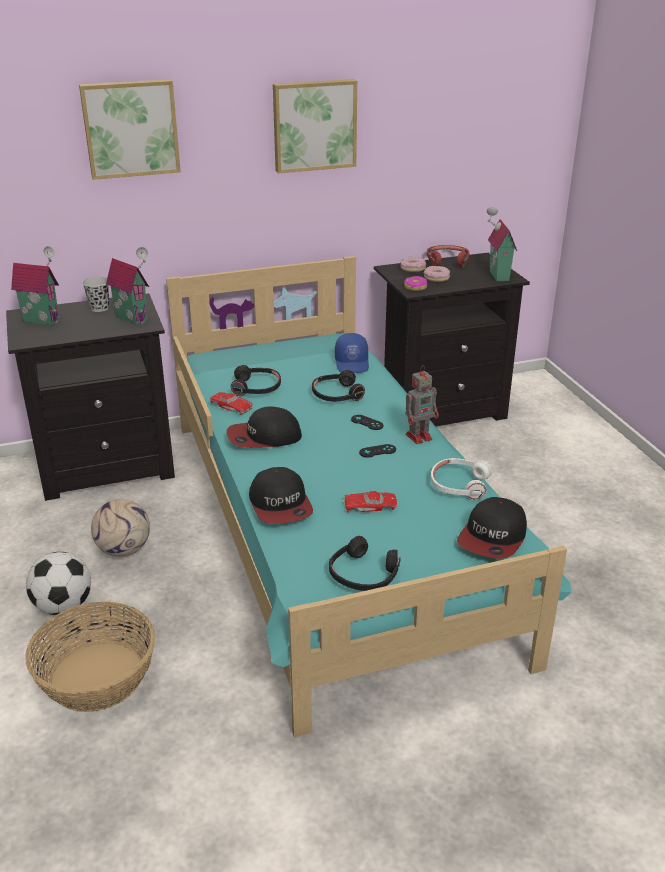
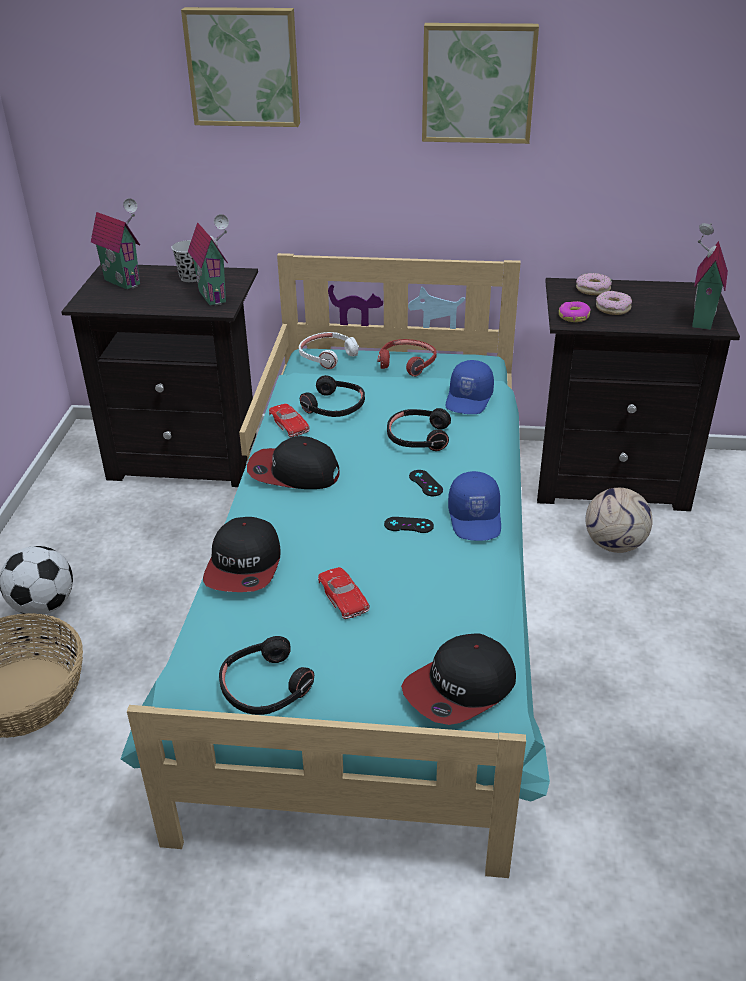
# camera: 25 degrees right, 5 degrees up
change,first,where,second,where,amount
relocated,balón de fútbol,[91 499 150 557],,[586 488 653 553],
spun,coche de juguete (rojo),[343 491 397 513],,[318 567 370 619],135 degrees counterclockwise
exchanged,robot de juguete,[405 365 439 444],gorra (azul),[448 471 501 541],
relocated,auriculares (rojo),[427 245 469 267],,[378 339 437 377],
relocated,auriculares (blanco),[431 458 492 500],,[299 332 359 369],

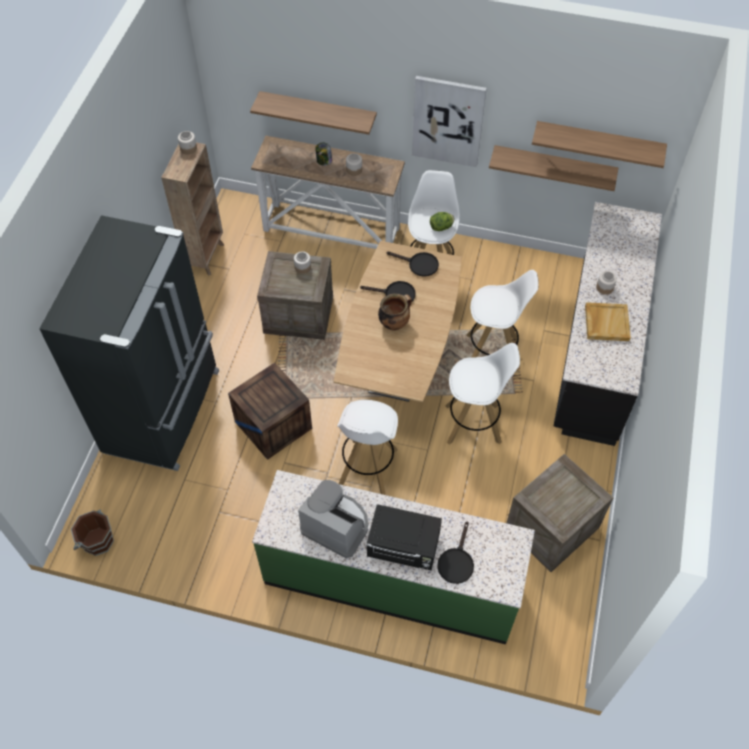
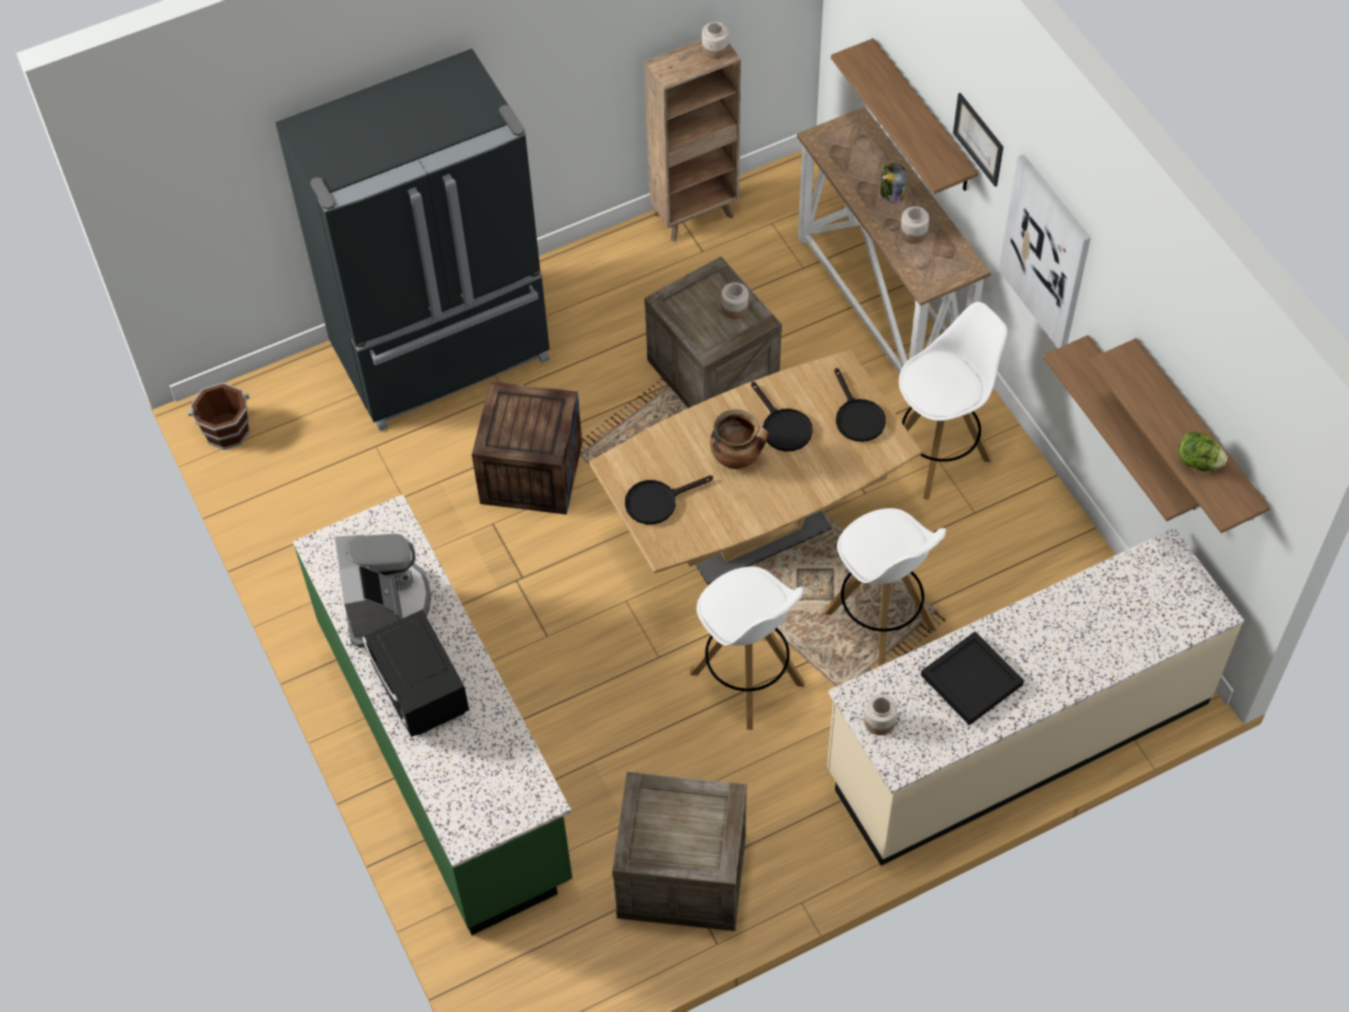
# camera: 50 degrees right, 0 degrees up
change,first,where,second,where,amount
missing,taburete (blanco),[337 400 398 495],,,
relocated,lechuga,[430 212 454 231],,[1178 432 1228 472],
relocated,sartén (negro),[437 521 474 584],,[625 475 713 524],
colour,mueble bajo de cocina (negro),[554 202 662 446],mueble bajo de cocina (beis),[827 528 1244 866],
colour,bandeja (beis),[585 302 631 341],bandeja (negro),[921 632 1024 725],
relocated,tarro,[596 271 617 295],,[864 694 897 735],
appeared,,,cuadro,[953 93 1003 187],

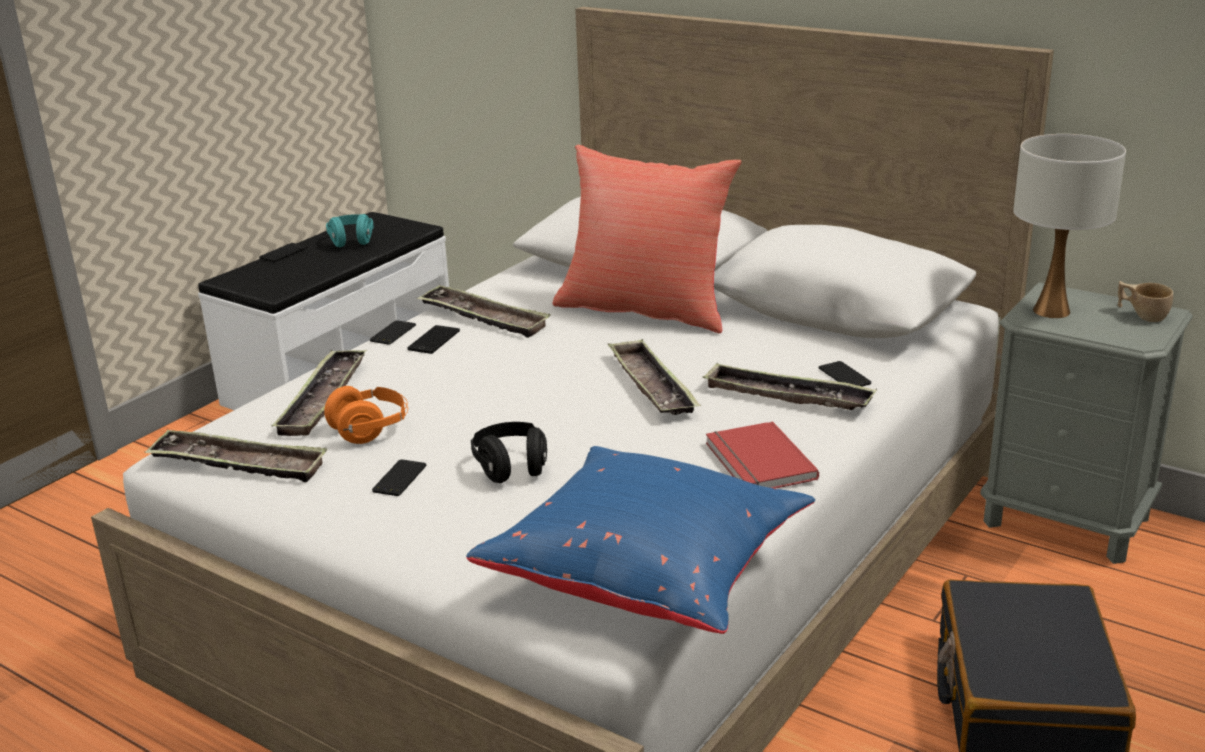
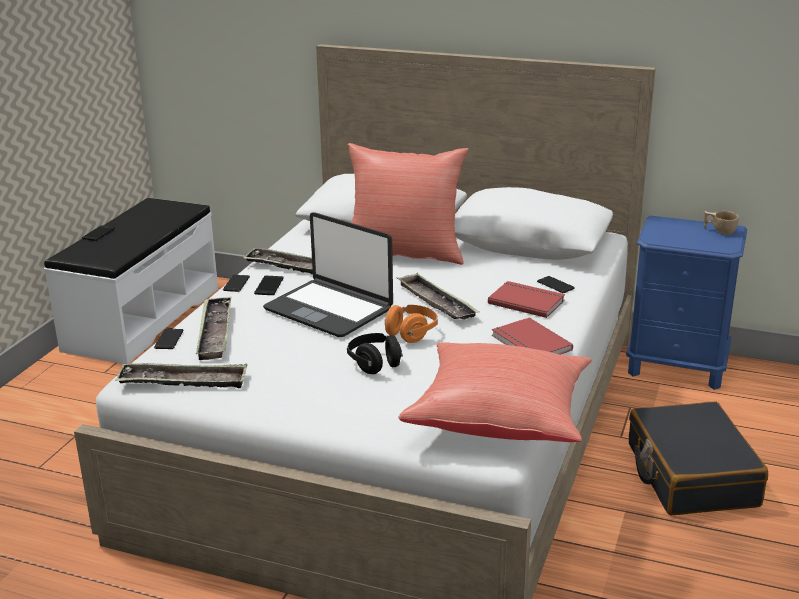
# camera: 15 degrees left, 0 degrees up
change,first,where,second,where,amount
relocated,auriculares (naranja),[324 386 408 444],,[385 305 438 343],
missing,auriculares (turquesa),[326 214 374 247],,,
relocated,móvil,[372 460 427 496],,[154 329 183 349],
colour,cojín (azul),[466 446 815 634],cojín (rojo),[398 342 592 442],
exchanged,bandeja,[702 363 877 410],libro (rojo),[488 281 565 318],
colour,mesita de noche (gris),[980 282 1193 564],mesita de noche (azul),[626 216 747 390],
missing,lámpara de mesa (blanco),[1013 134 1126 318],,,
appeared,,,portátil,[263 212 393 337],

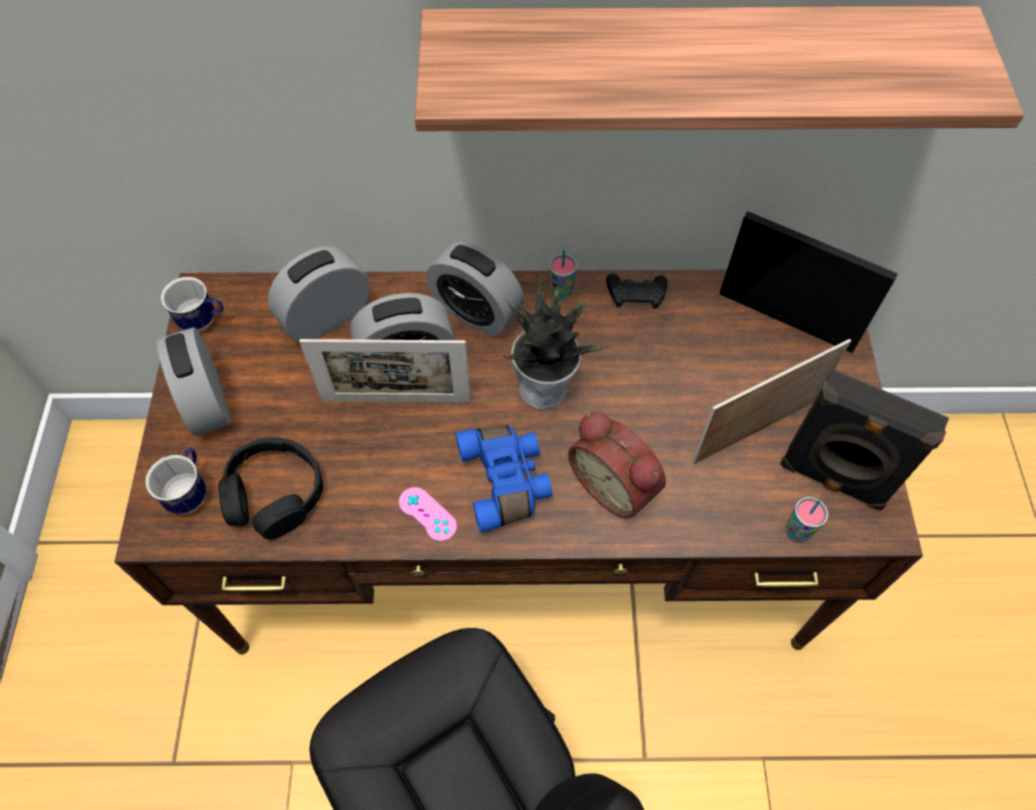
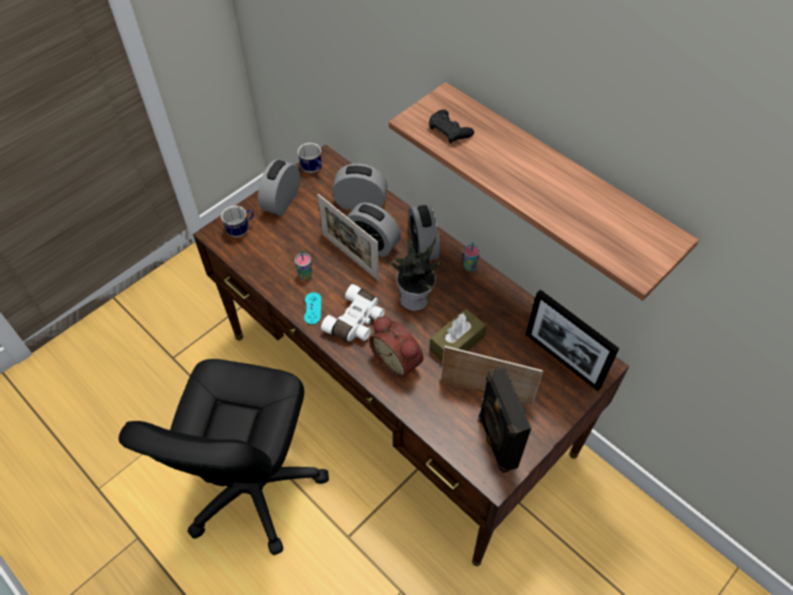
# camera: 45 degrees right, 5 degrees down
change,first,where,second,where,amount
missing,auriculares (negro),[218 437 323 540],,,
colour,mando de consola (rosa),[399 487 457 541],mando de consola (turquesa),[304 292 322 324],
colour,prismáticos (azul),[456 425 552 532],prismáticos (blanco),[321 284 385 341],
spun,despertador,[568 412 666 519],,[369 316 423 378],45 degrees counterclockwise
relocated,mando de consola (negro),[606 273 667 309],,[429 109 474 143],
spun,portarretratos,[720 211 898 353],,[526 290 619 391],150 degrees clockwise
relocated,taza,[786 497 828 542],,[295 250 312 280],
appeared,,,caja de pañuelos (marrón),[430 309 486 362],

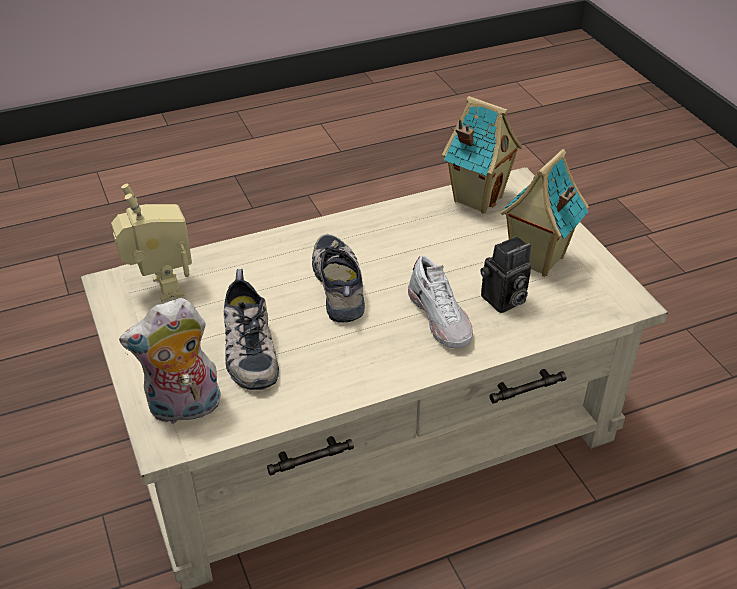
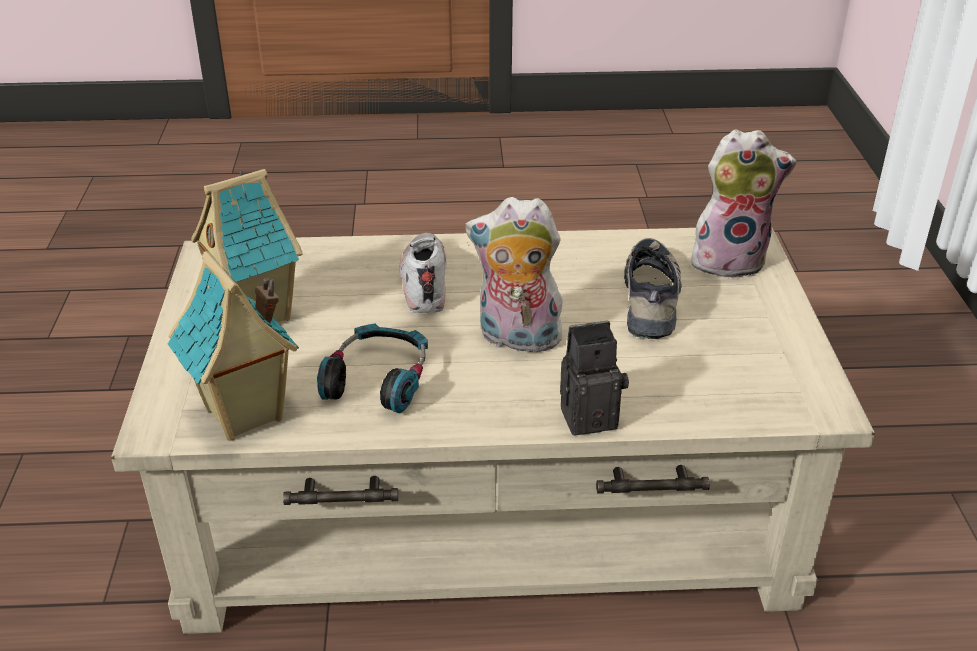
# camera: 160 degrees left, 5 degrees down
change,first,where,second,where,amount
missing,robot de juguete,[111 184 192 302],,,
exchanged,zapato,[312 234 365 323],peluche,[465 197 566 353],
relocated,cámara,[480 236 531 313],,[560 321 629 436],
appeared,,,auriculares,[317 323 428 413],

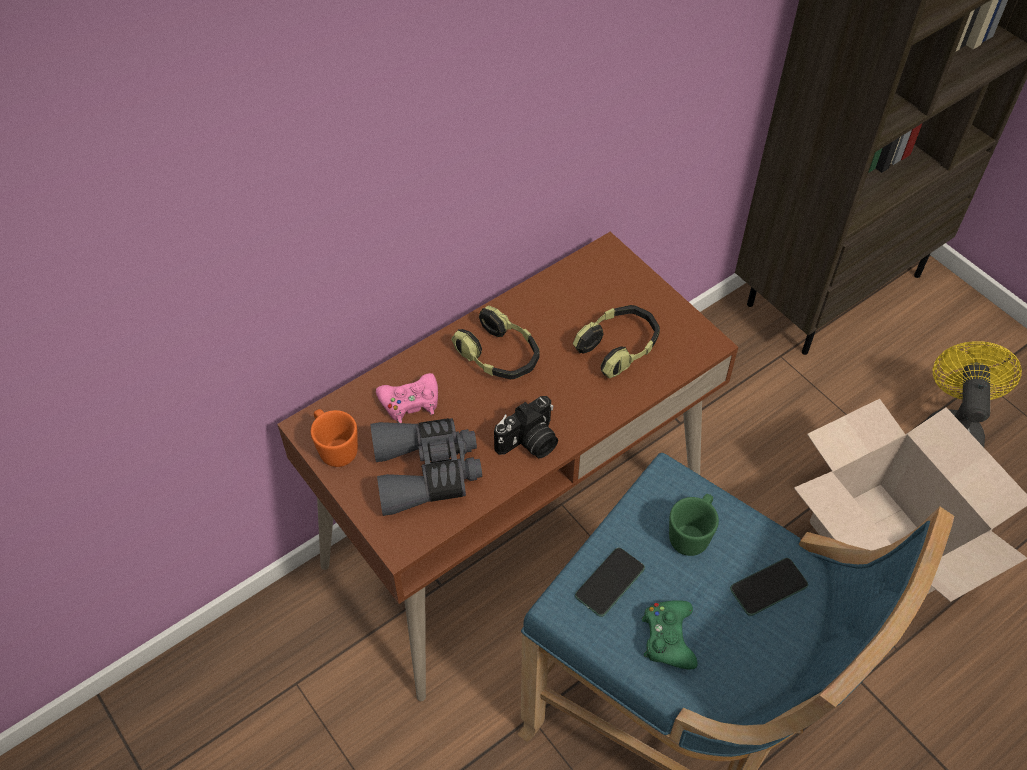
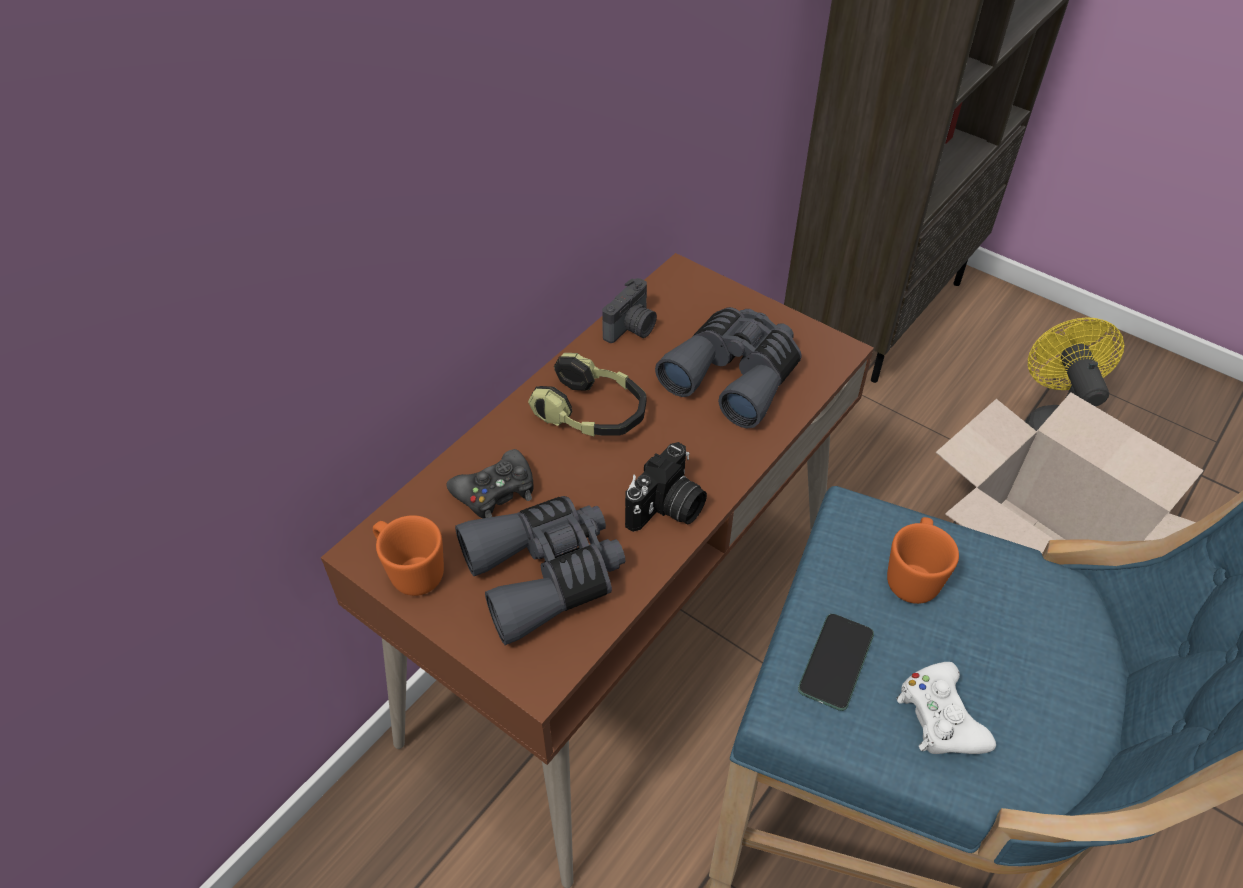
# camera: 15 degrees left, 5 degrees down
change,first,where,second,where,amount
colour,mando de consola (rosa),[376 373 438 423],mando de consola (negro),[446 449 534 518],
exchanged,auriculares,[573 305 660 378],prismáticos (gris),[655 307 802 429],
colour,mando de consola (verde),[642 600 697 669],mando de consola (blanco),[897 662 996 754],
colour,taza grande (verde),[669 494 719 556],taza grande (naranja),[887 517 959 604],
missing,móvil,[730 558 808 616],,,
appeared,,,cámara,[602 278 657 343],

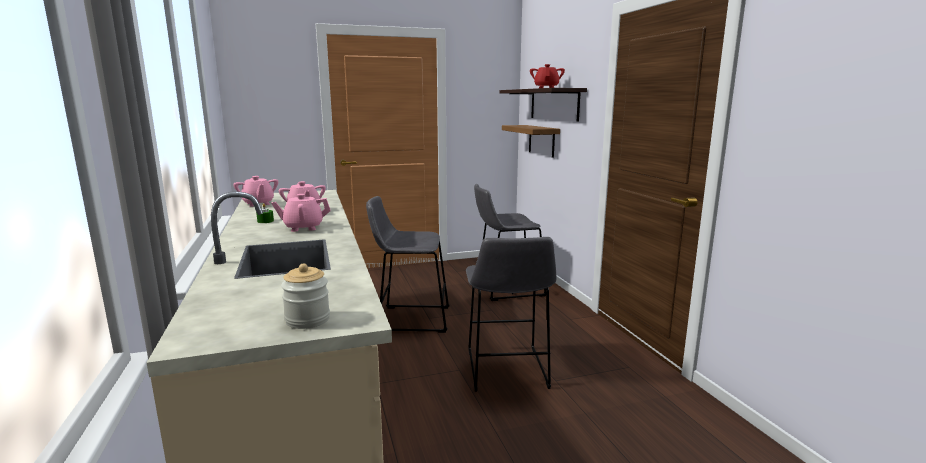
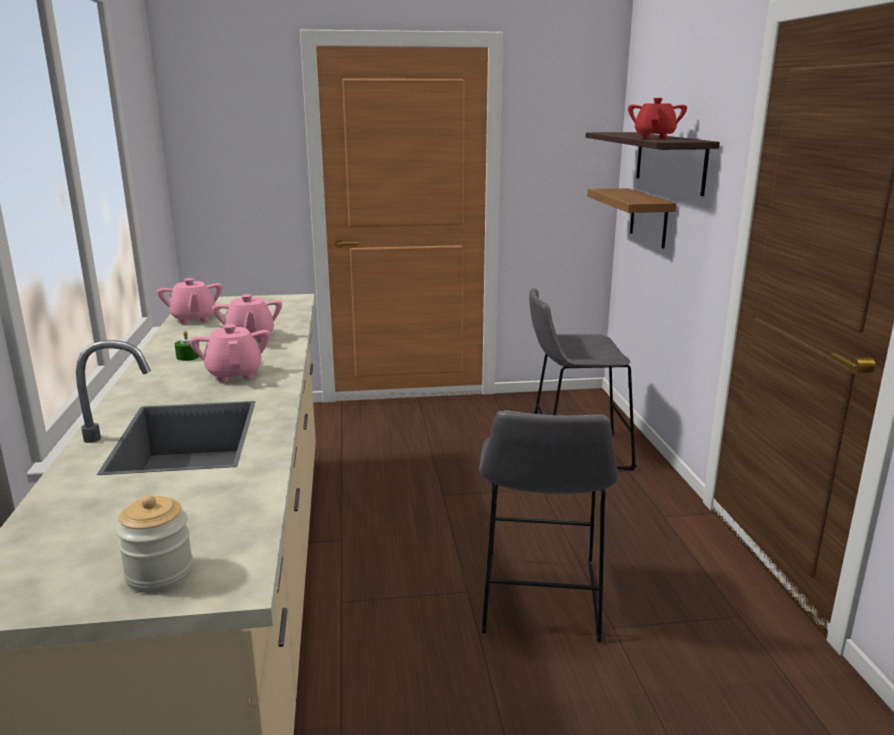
# camera: 10 degrees right, 5 degrees up
change,first,where,second,where,amount
spun,tetera (rosa),[271 194 331 232],,[189 324 270 382],75 degrees clockwise
missing,taburete (gris),[366 196 450 333],,,

